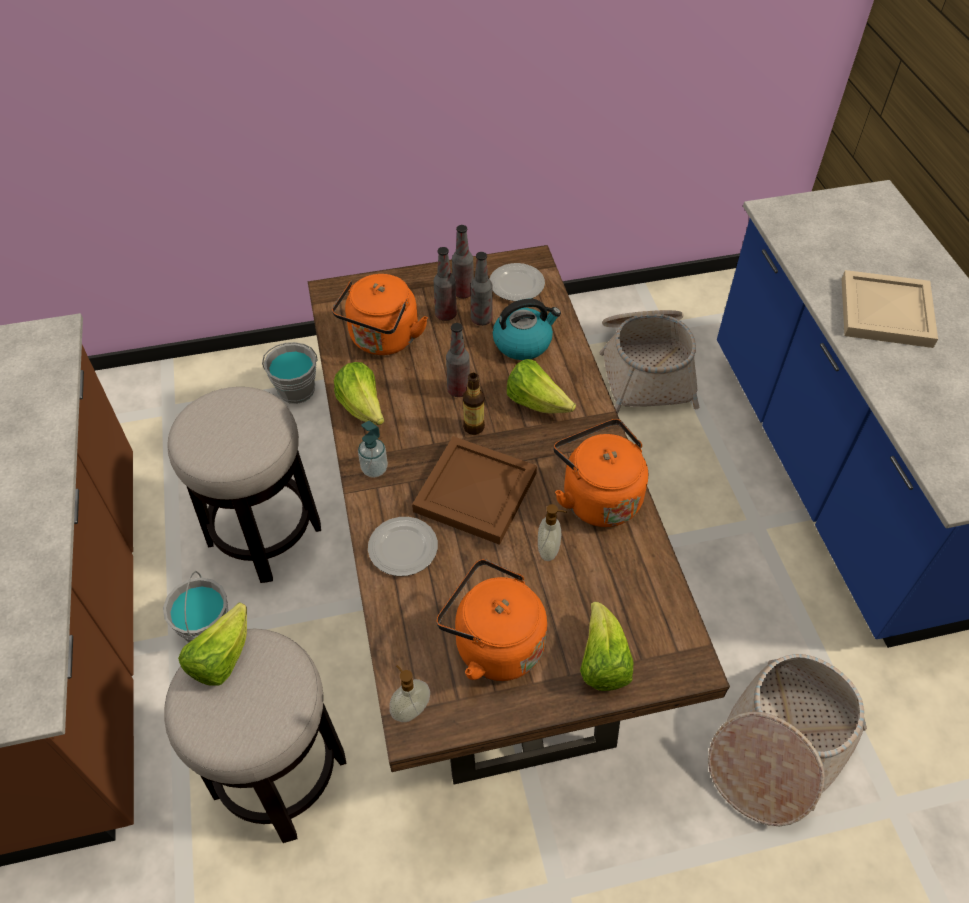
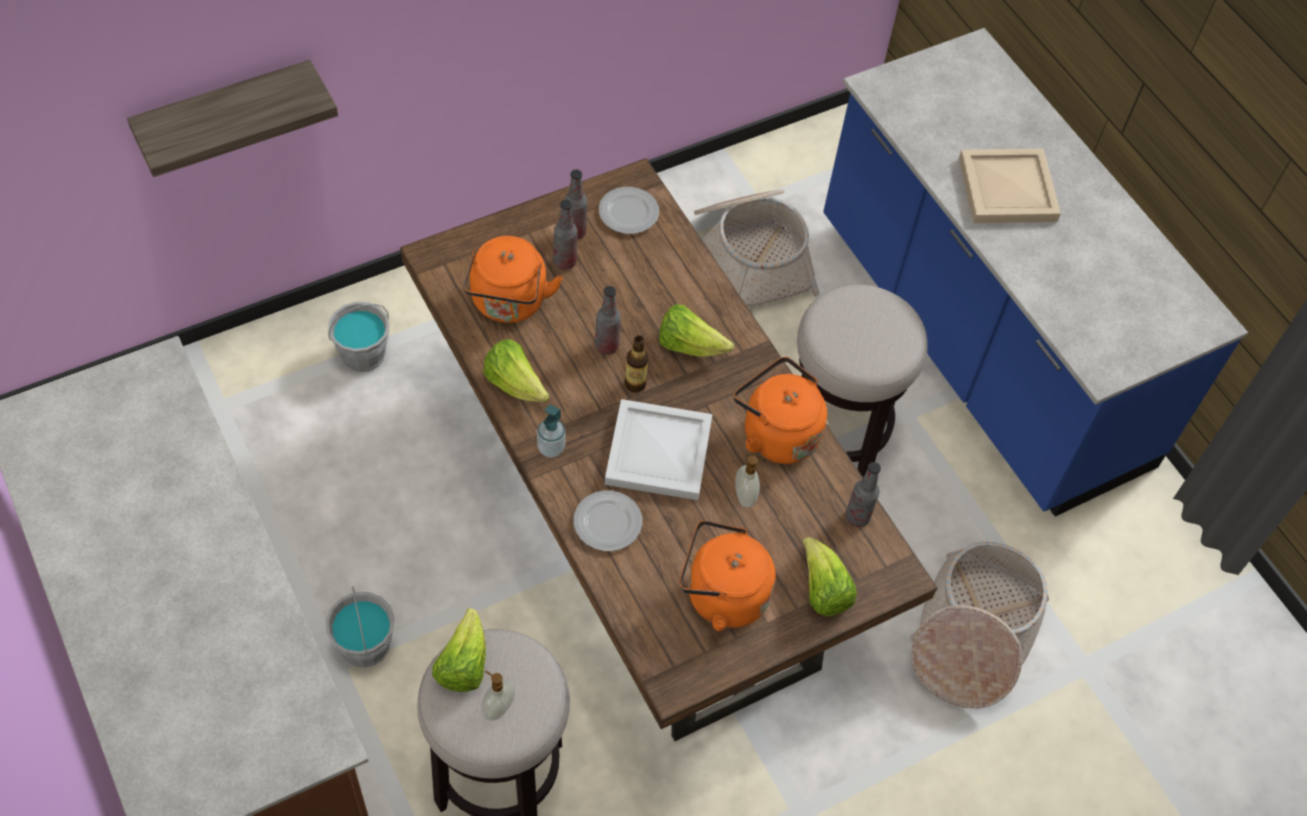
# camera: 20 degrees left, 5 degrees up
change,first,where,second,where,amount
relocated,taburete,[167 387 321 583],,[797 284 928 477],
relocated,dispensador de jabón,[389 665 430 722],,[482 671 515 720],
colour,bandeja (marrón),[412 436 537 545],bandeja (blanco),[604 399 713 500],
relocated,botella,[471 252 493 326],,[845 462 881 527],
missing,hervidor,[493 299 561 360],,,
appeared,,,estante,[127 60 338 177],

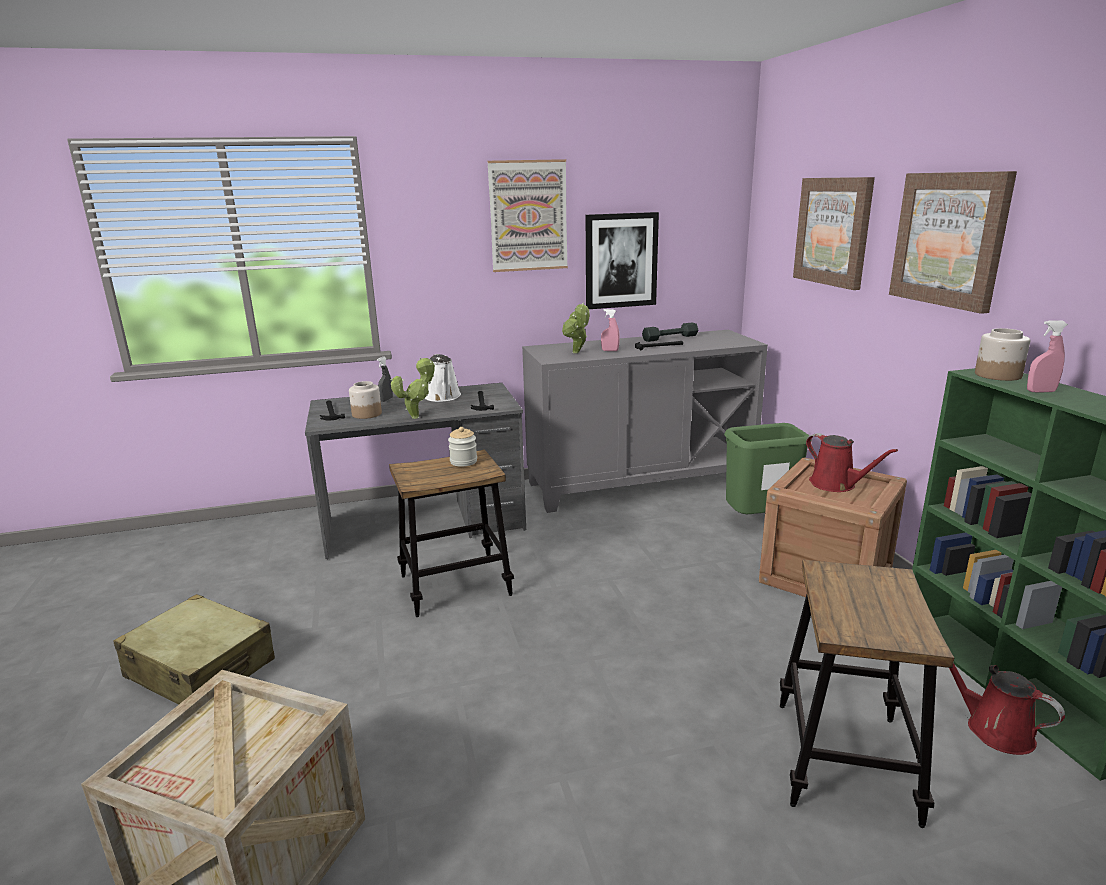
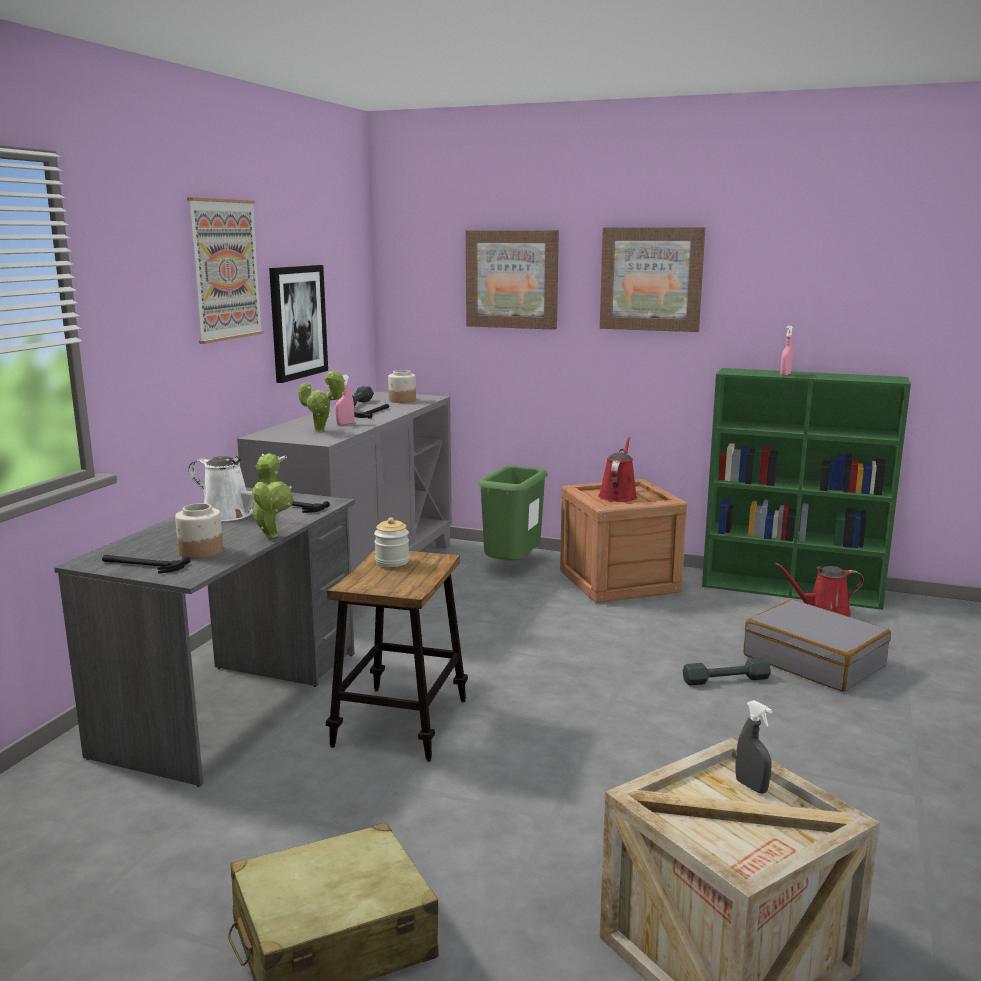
# camera: 55 degrees left, 5 degrees down
change,first,where,second,where,amount
relocated,pulverizador (gris),[377 357 393 402],,[735 700 772 794],
exchanged,taburete,[780 560 954 828],maleta (gris),[744 599 891 692],
spun,regadera (rojo),[806 433 898 492],,[598 437 637 502],75 degrees counterclockwise
relocated,tarro,[975 328 1030 381],,[388 370 416 403],
appeared,,,mancuerna (gris),[683 657 771 685],

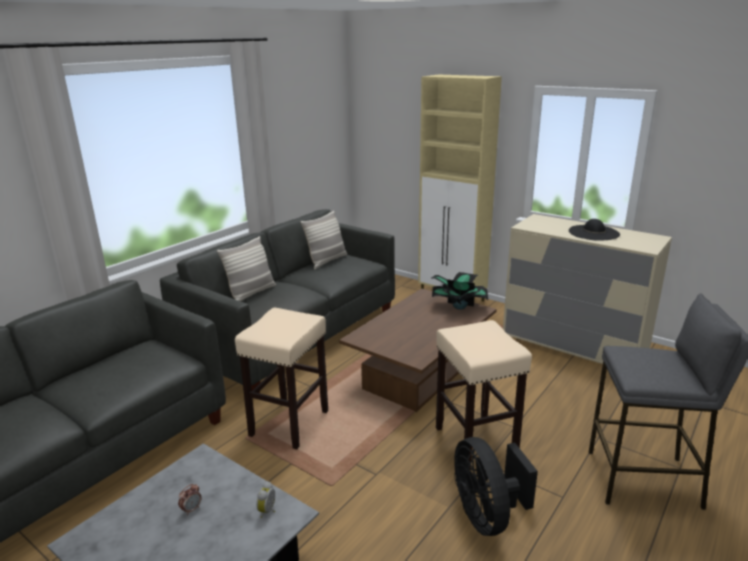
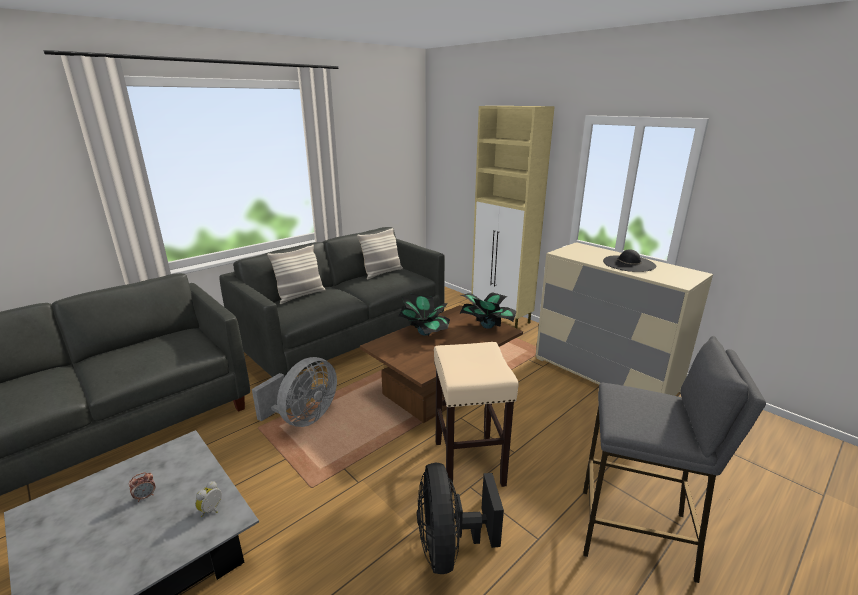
# camera: 10 degrees right, 0 degrees up
change,first,where,second,where,amount
exchanged,taburete (beis),[235 308 328 449],ventilador (gris),[252 357 337 427],
appeared,,,planta en maceta,[398 294 450 336],

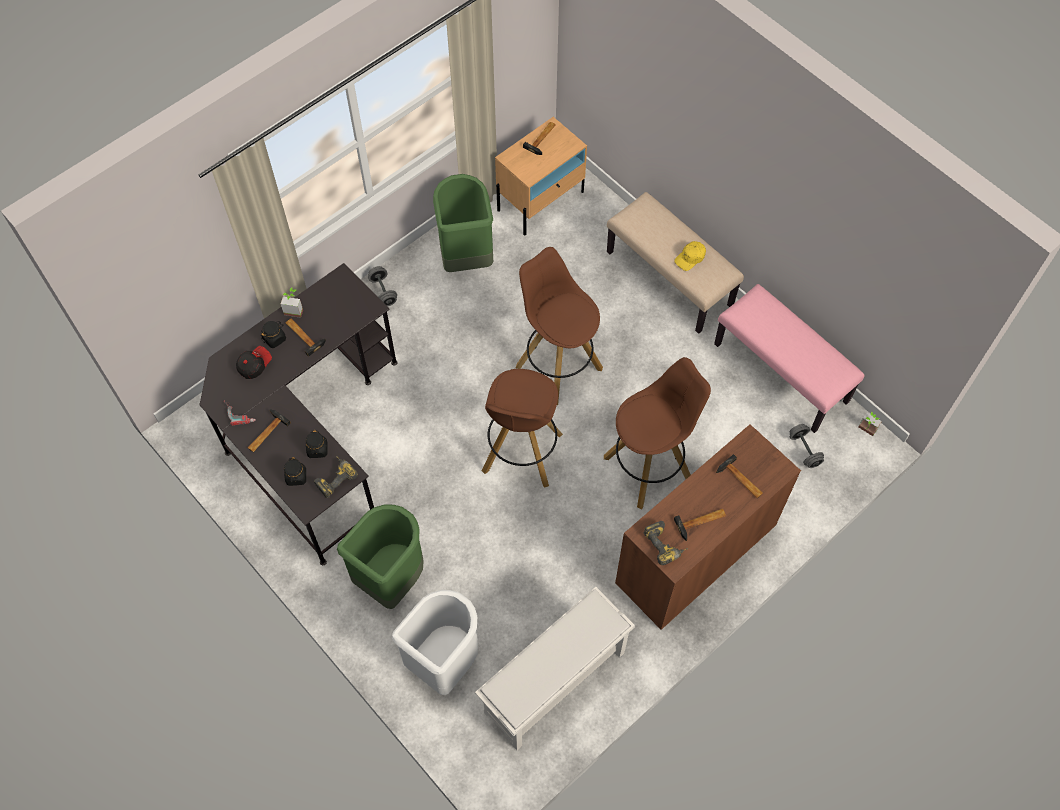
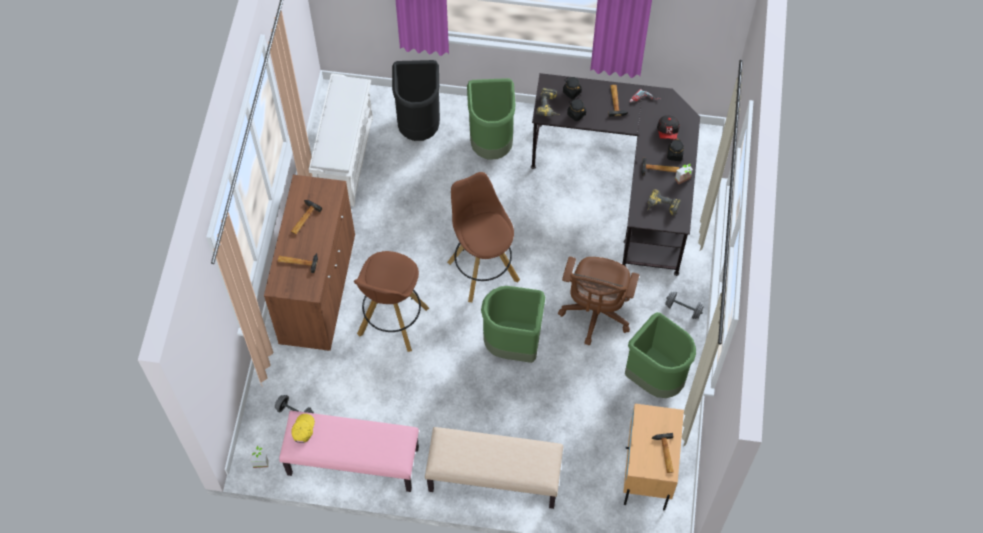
# camera: 140 degrees right, 0 degrees up
change,first,where,second,where,amount
colour,papelera (blanco),[392 590 478 695],papelera (negro),[392 60 440 141],
exchanged,taburete (marrón),[516 247 603 405],papelera (verde),[481 286 545 363],
relocated,taladro,[643 521 688 565],,[647 189 681 216],
relocated,gorra (amarillo),[674 241 706 271],,[291 414 315 443],
appeared,,,silla de oficina (marrón),[558 257 639 346],

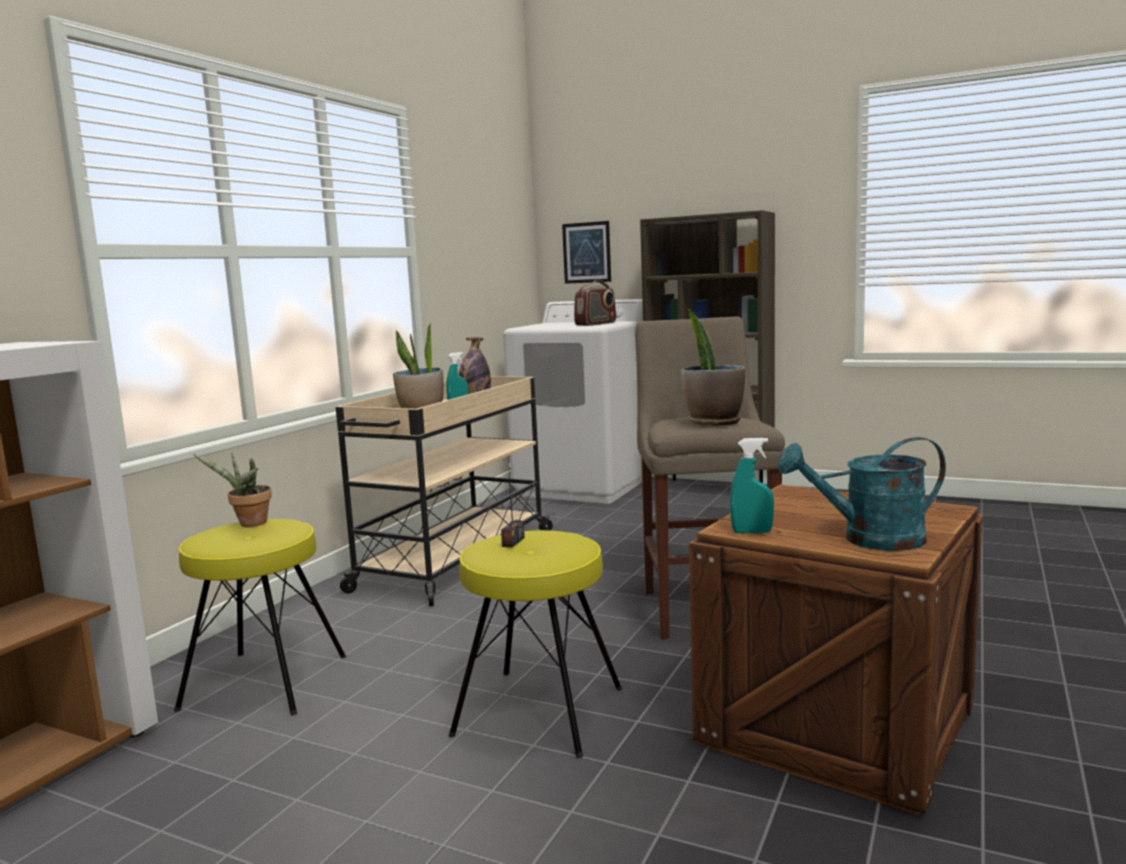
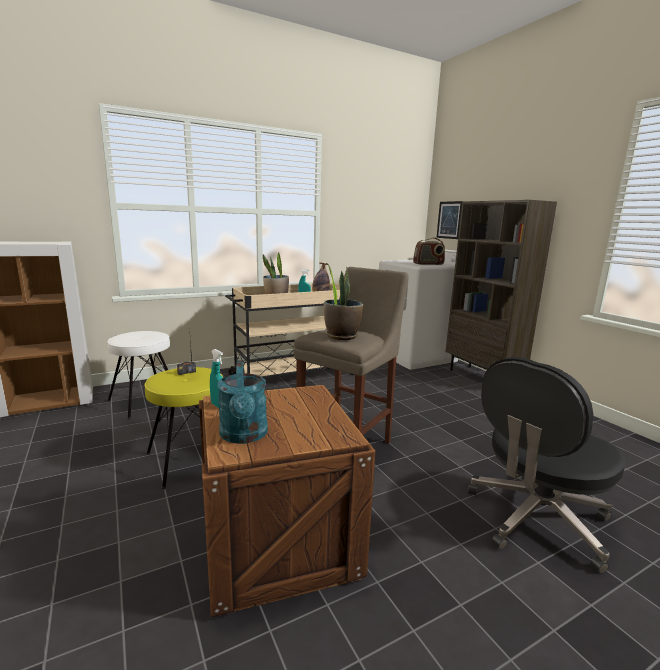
# camera: 35 degrees right, 5 degrees up
change,first,where,second,where,amount
colour,taburete (amarillo),[174 519 346 715],taburete (blanco),[107 331 170 419],
missing,planta en maceta,[194 452 272 527],,,
spun,regadera (turquesa),[778 437 946 551],,[217 360 268 444],135 degrees counterclockwise
appeared,,,silla de oficina (negro),[468 357 626 574],

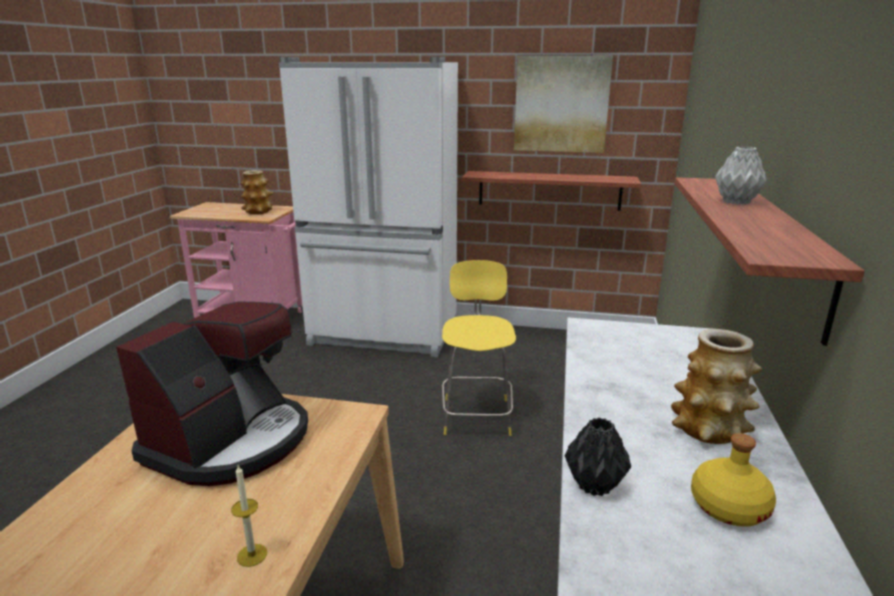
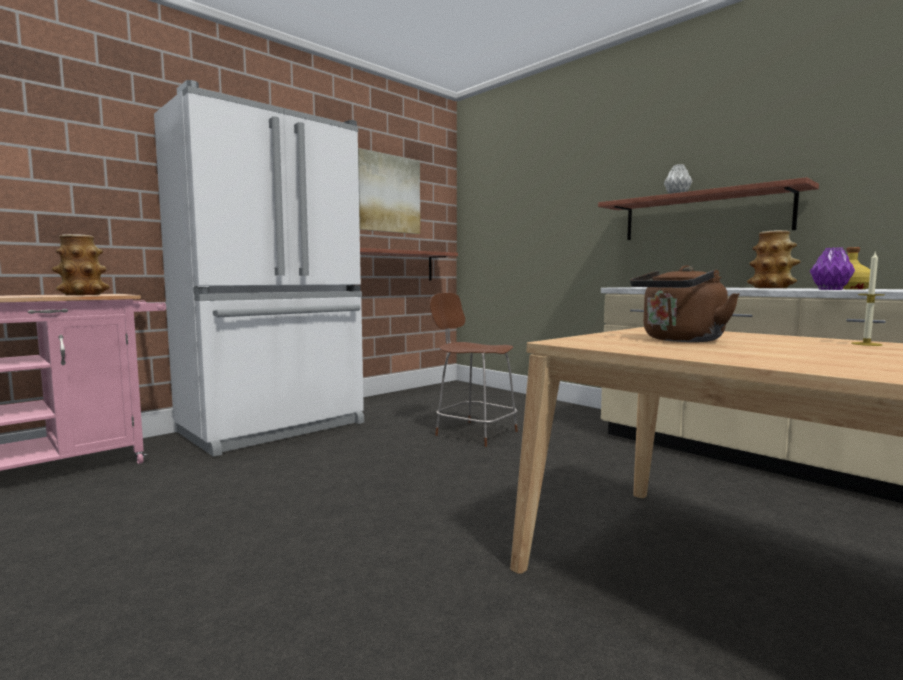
# camera: 55 degrees left, 15 degrees down
change,first,where,second,where,amount
exchanged,cafetera,[116 301 308 486],hervidor (marrón),[630 265 739 342],
colour,taburete (amarillo),[442 260 516 436],taburete (marrón),[430 293 518 447],
colour,florero (negro),[565 418 631 496],florero (morado),[810 247 855 290],

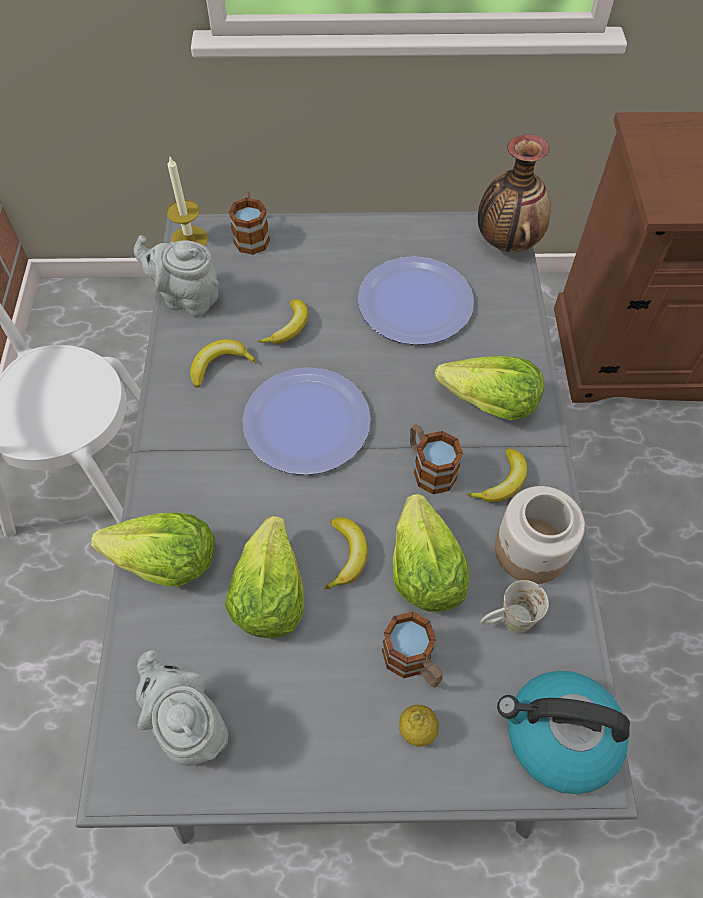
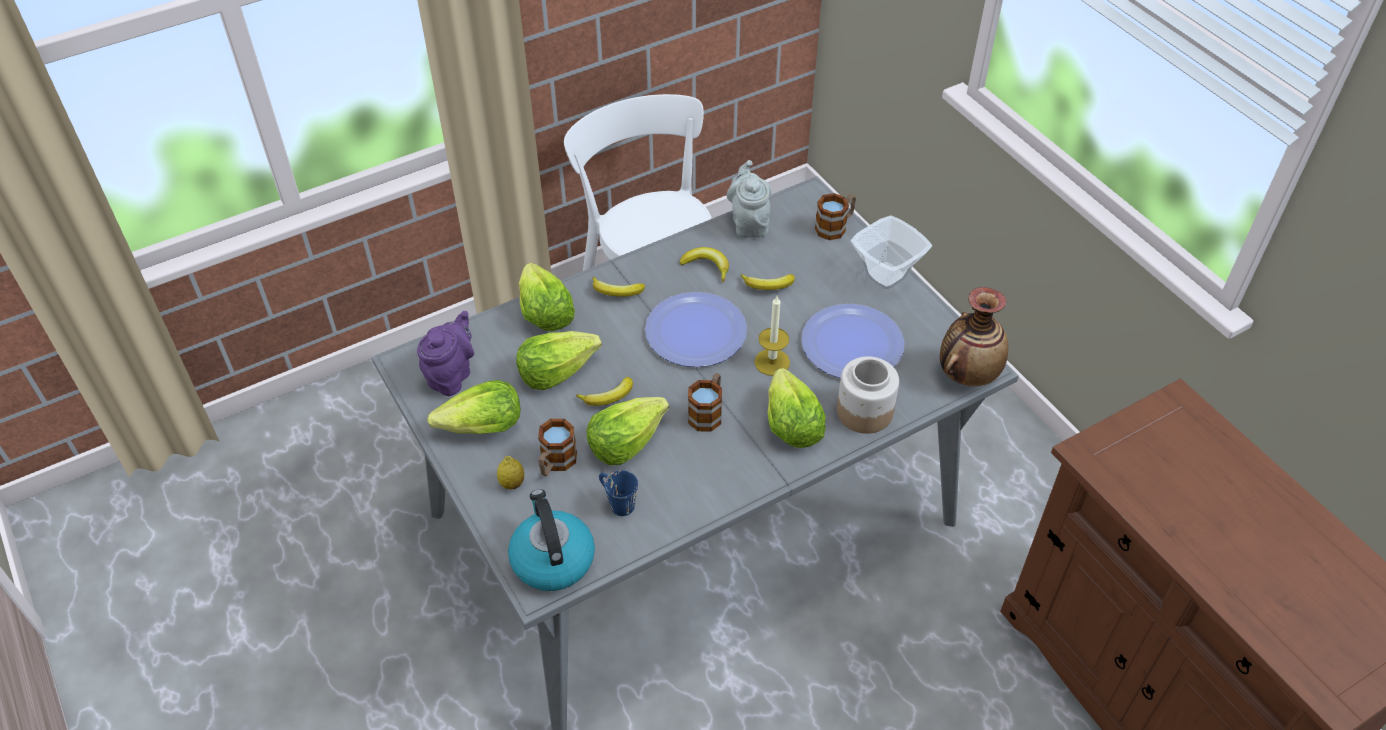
# camera: 60 degrees right, 10 degrees down
change,first,where,second,where,amount
colour,tetera (gris),[136 650 228 766],tetera (morado),[417 311 474 396],
relocated,vela,[166 155 208 246],,[754 296 790 376],
relocated,plátano,[467 449 527 503],,[592 277 645 297],
colour,taza grande (blanco),[480 580 549 633],taza grande (azul),[599 470 638 516],
relocated,tarro,[495 486 585 584],,[837 356 899 434],
appeared,,,lechuga,[427 380 520 434],
appeared,,,cuenco,[851 215 932 289],

